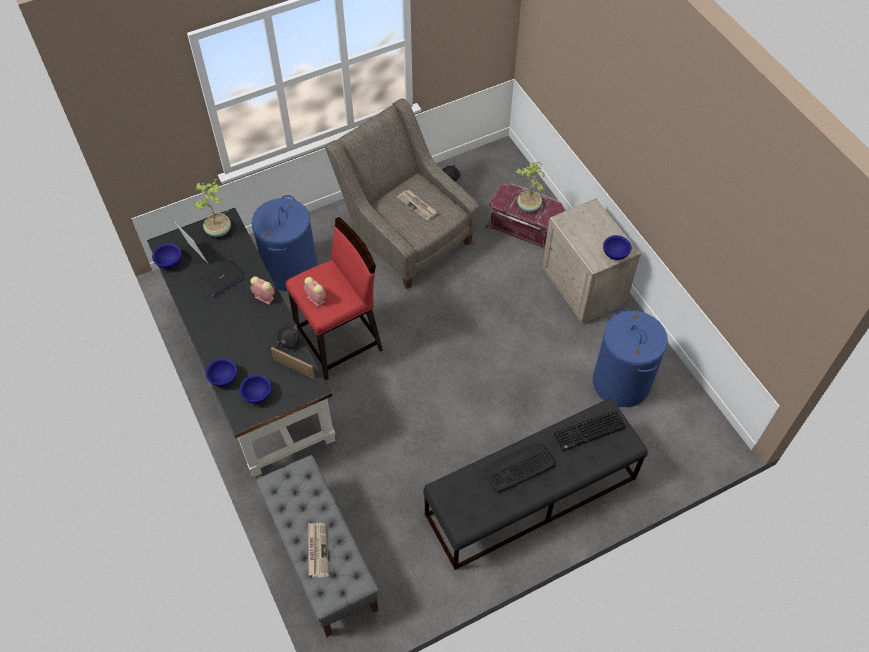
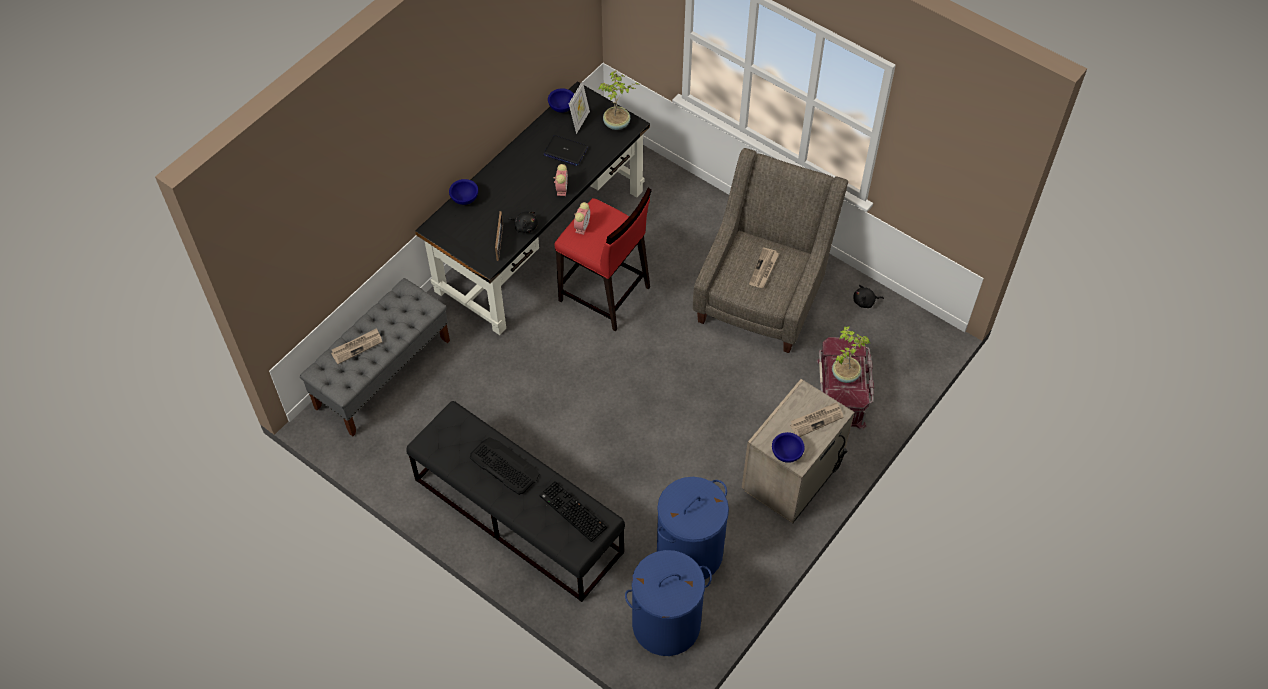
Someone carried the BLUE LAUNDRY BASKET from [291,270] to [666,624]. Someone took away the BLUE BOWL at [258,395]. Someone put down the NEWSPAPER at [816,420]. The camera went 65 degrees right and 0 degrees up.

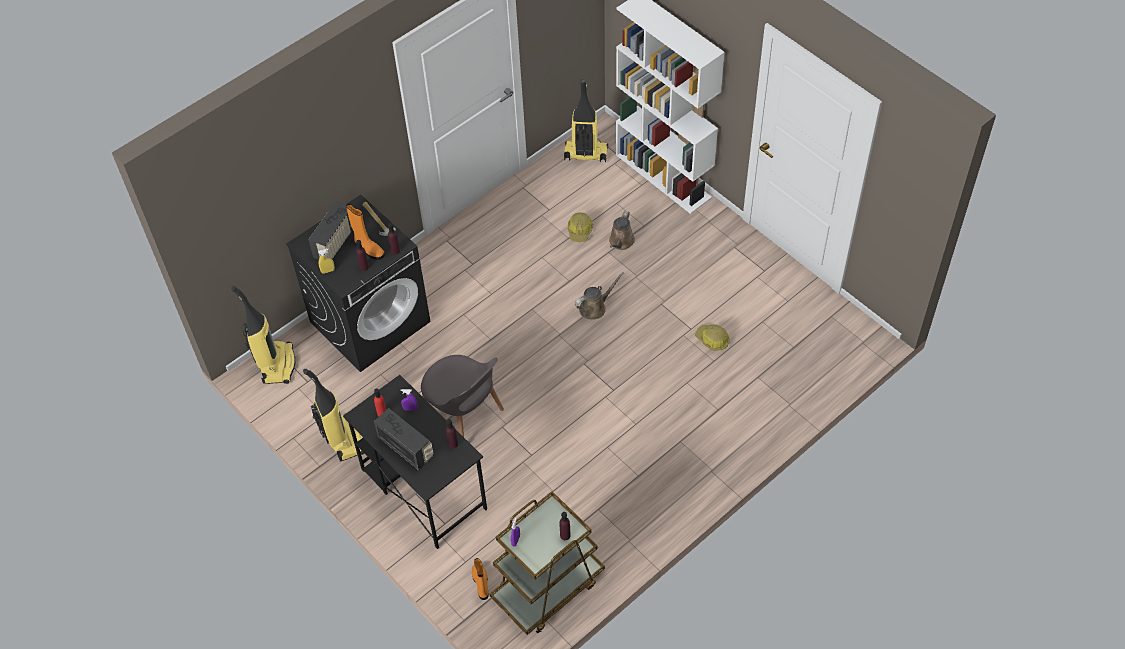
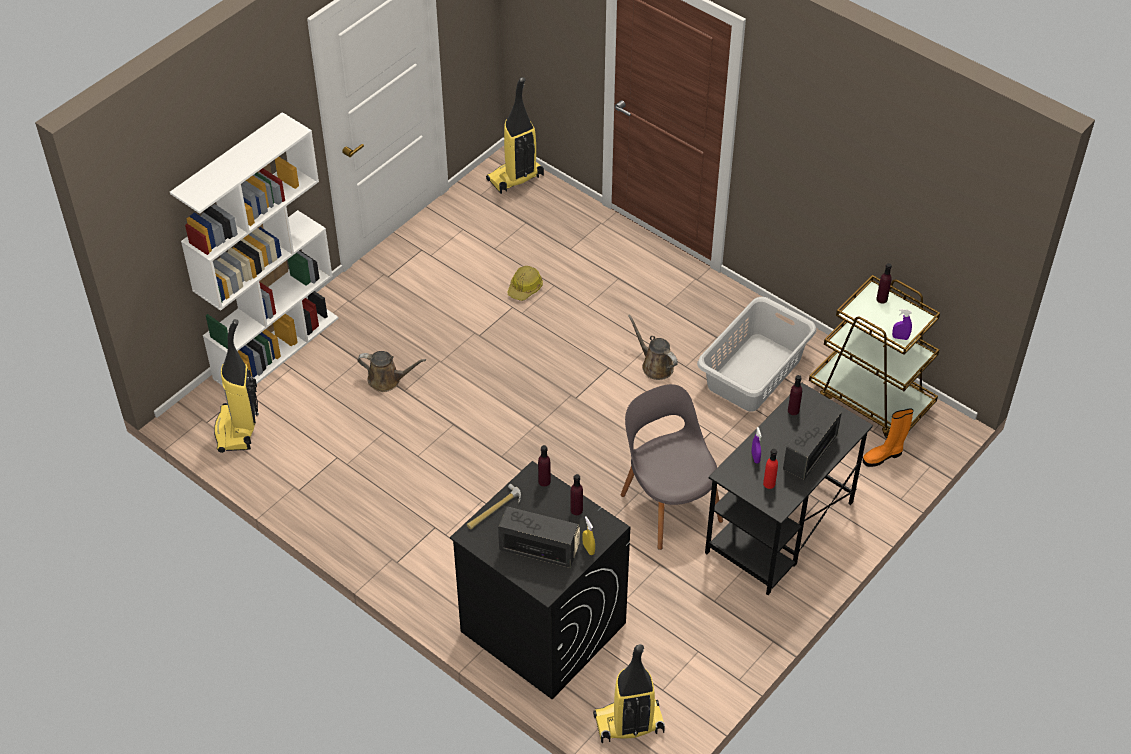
Someone took away the ORANGE BOOT at [368,249]. Someone took away the HARD HAT at [580,230]. Someone carried the BROWN WATERING CAN from [595,307] to [655,365]. Someone rotated the GREY CHAIR at [463,415] by 60 degrees counterclockwise. Someone carried the VACUUM CLEANER from [344,439] to [515,178]. Someone put down the GREY LAUNDRY BASKET at [753,372]. The camera went 100 degrees left and 5 degrees down.

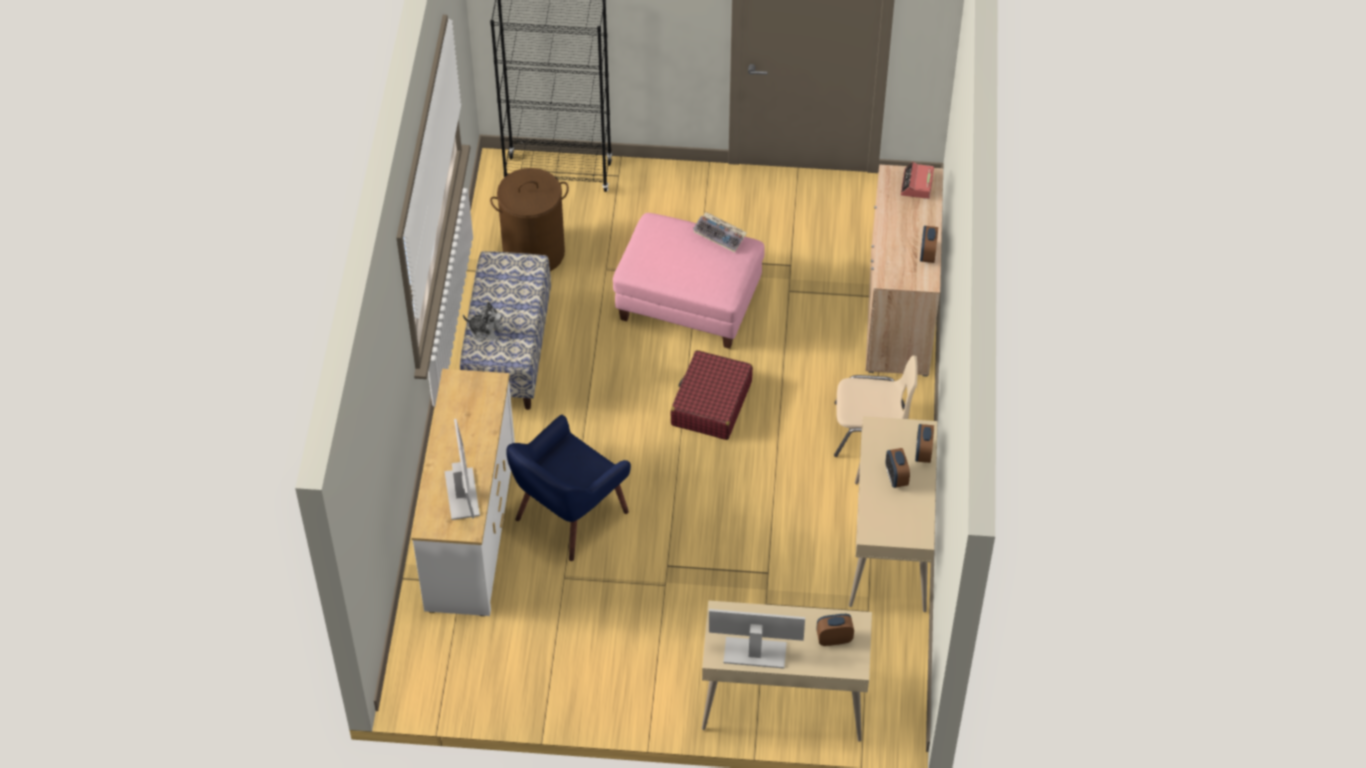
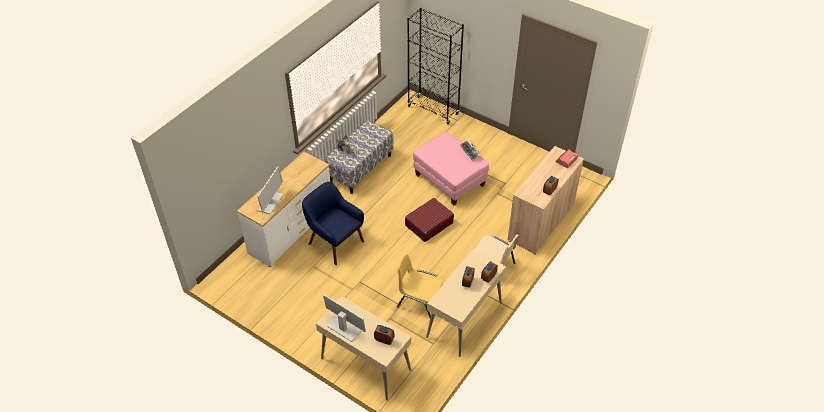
Someone took away the BROWN LAUNDRY BASKET at [534,252]. Someone rotated the BLUE ARMCHAIR at [569,515] by 60 degrees clockwise. Someone put down the YELLOW CHAIR at [420,299]. The camera went 30 degrees right and 5 degrees down.

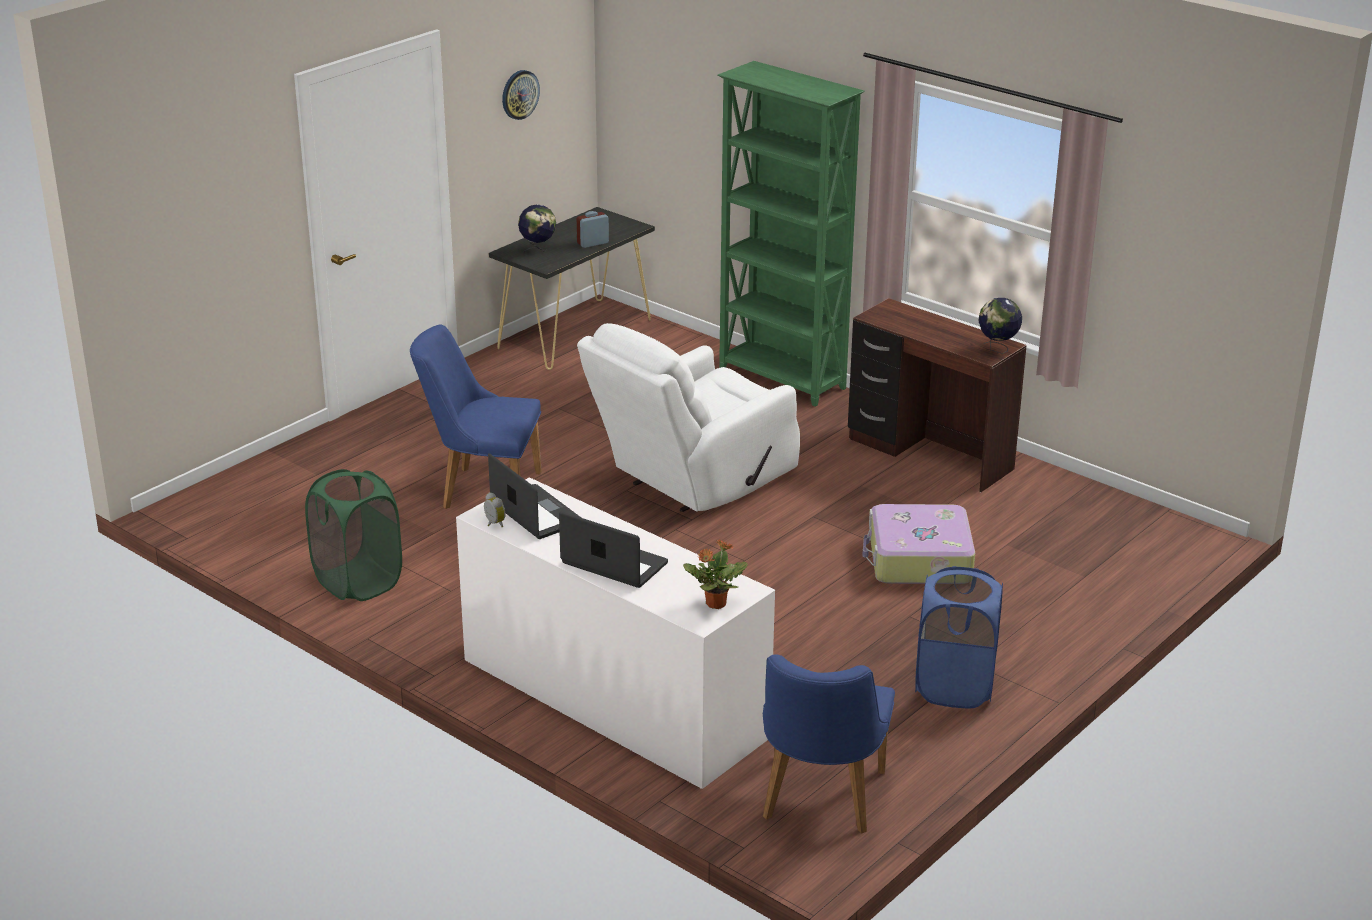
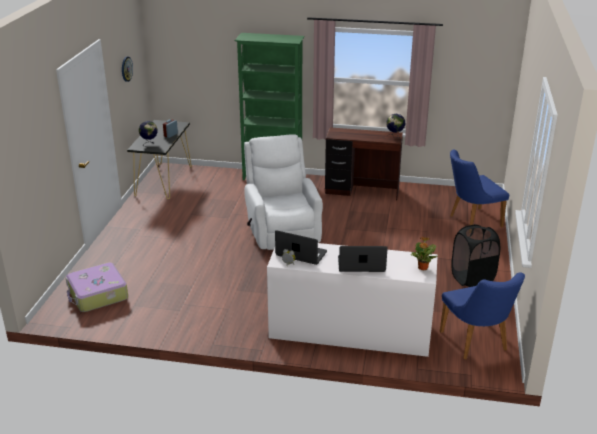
Someone rotated the WHITE ARMCHAIR at [692,481] by 150 degrees clockwise. Someone carried the BLUE CHAIR from [481,490] to [471,221]. Someone took away the GREEN LAUNDRY BASKET at [357,582]. Someone carried the SUITCASE from [918,560] to [97,295]. Someone repainted the BLUE LAUNDRY BASKET at [954,687], which became the BLACK LAUNDRY BASKET at [472,278]. The camera went 30 degrees left and 0 degrees up.

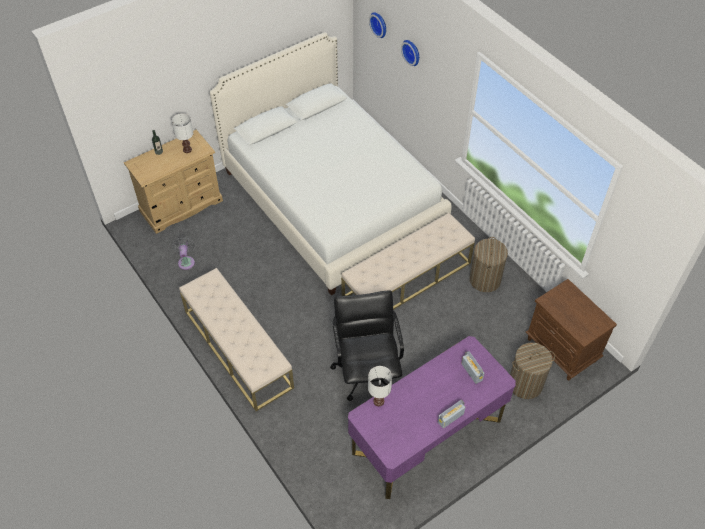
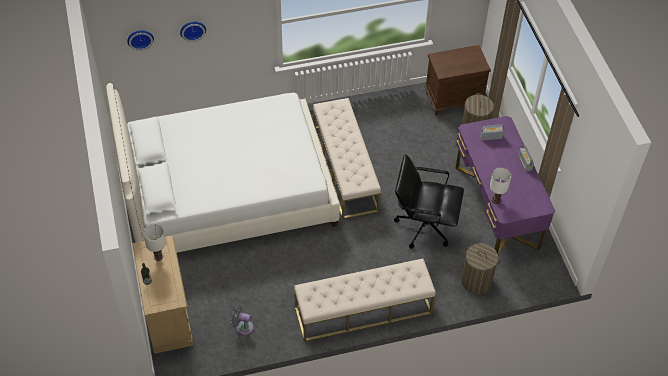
Someone carried the LAUNDRY BASKET from [485,280] to [476,281]. The camera went 70 degrees left and 0 degrees up.

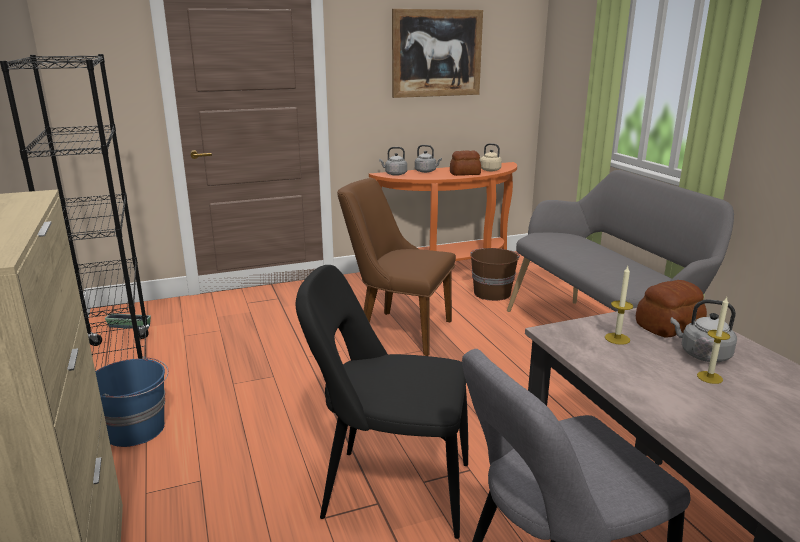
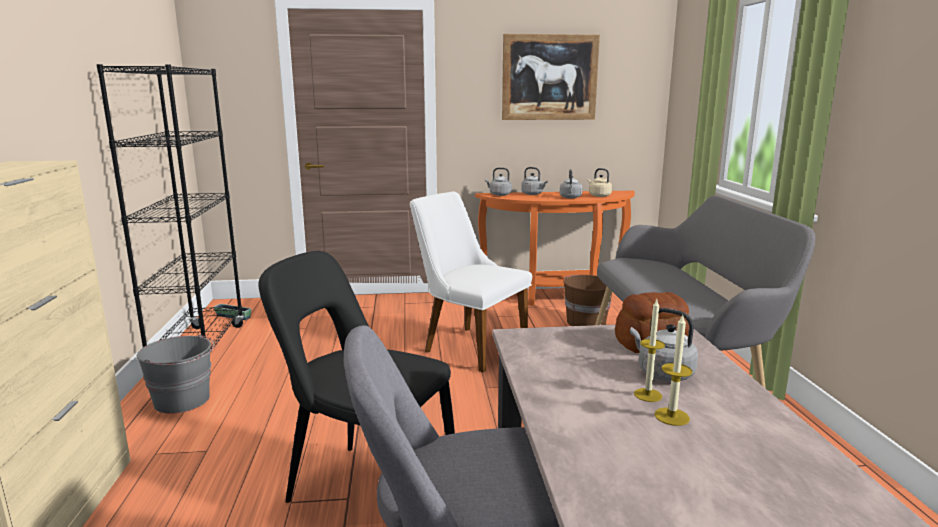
Someone swapped the BREAD at [465,174] for the GREY KETTLE at [570,197]. Someone repainted the BROWN CHAIR at [397,330], which became the WHITE CHAIR at [467,345]. Someone carried the CANDLE from [617,338] to [672,416]. Someone repainted the BLUE BUCKET at [136,429], which became the GREY BUCKET at [183,400]. The camera went 15 degrees right and 5 degrees down.

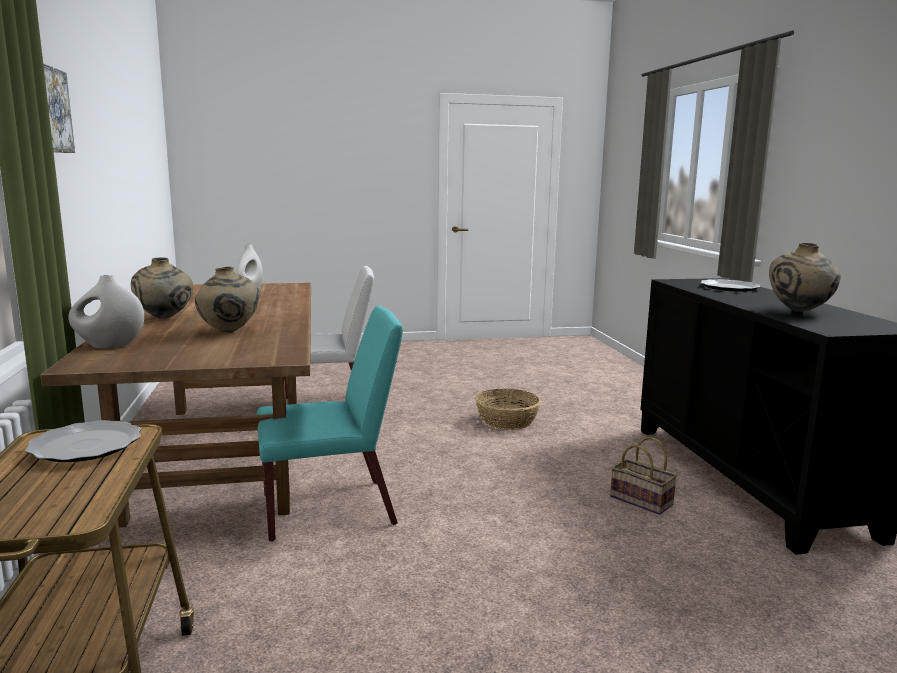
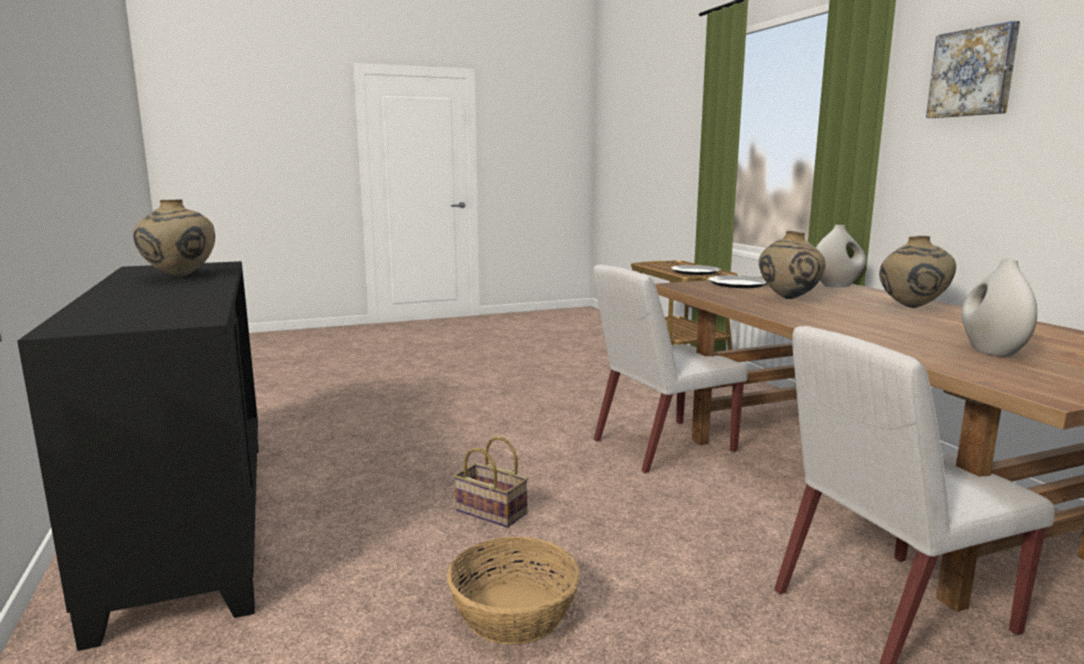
Someone carried the PLATE from [729,288] to [738,284]. Someone repainted the TURQUOISE CHAIR at [330,509], which became the WHITE CHAIR at [662,446]. Someone carried the BASKET from [643,501] to [489,512]. The camera went 170 degrees right and 0 degrees up.

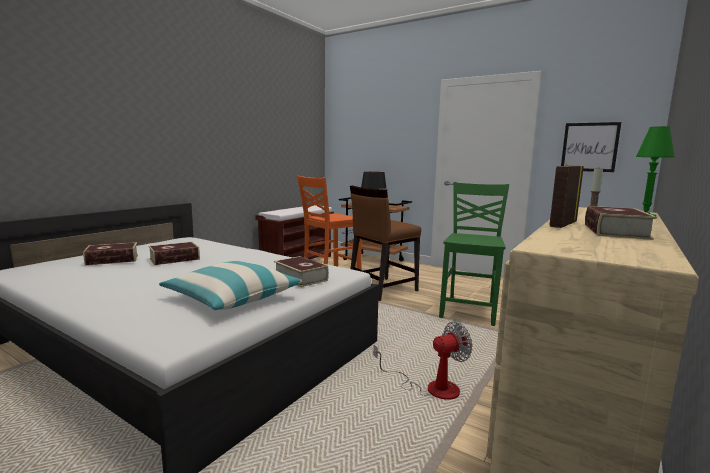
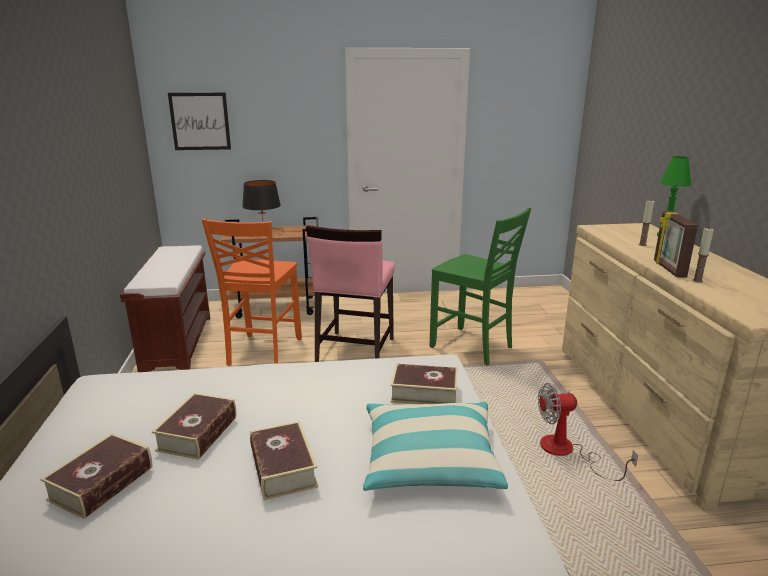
Someone carried the PICTURE from [589,147] to [200,121]. Someone rotated the GREEN CHAIR at [469,311] by 150 degrees clockwise. Someone repainted the BROWN CHAIR at [382,289], which became the PINK CHAIR at [354,350]. Someone carried the BOOK from [615,231] to [283,468]. Someone rotated the FAN at [431,387] by 120 degrees counterclockwise. Someone put down the CANDLE at [697,280]. The camera went 40 degrees left and 10 degrees up.

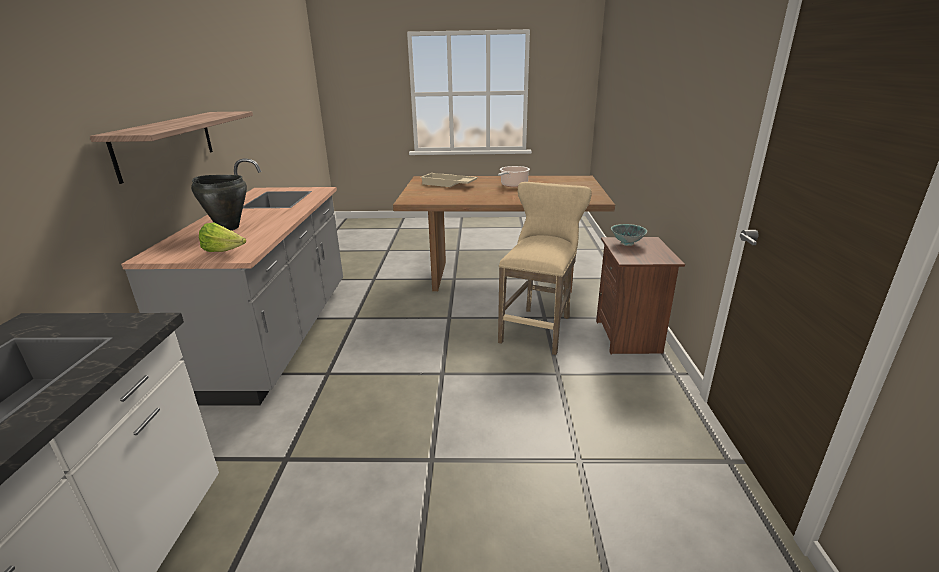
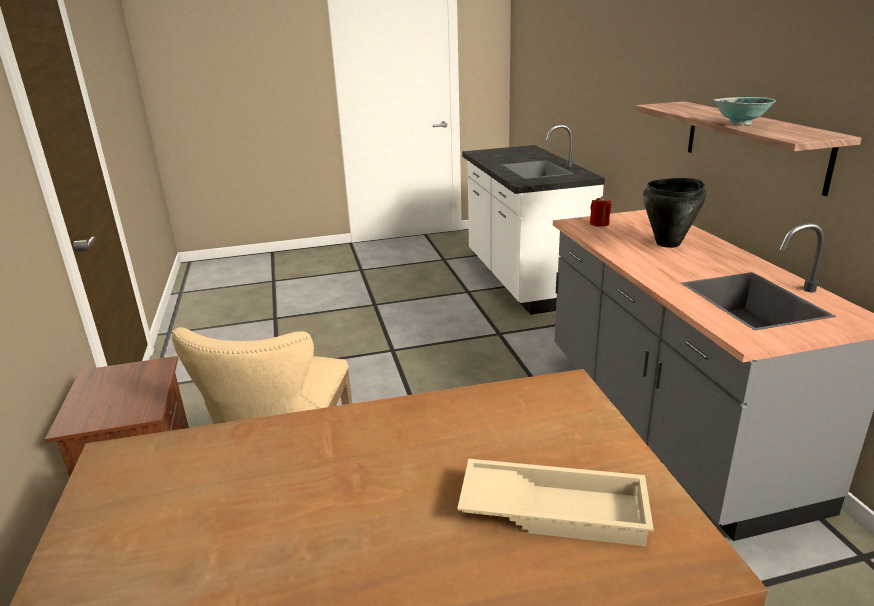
Someone took away the COOKING POT at [513,185]. Someone swapped the LETTUCE at [224,251] for the RED CANDLE at [599,224]. Someone carried the BOWL from [626,243] to [740,124]. The camera went 165 degrees right and 0 degrees up.

